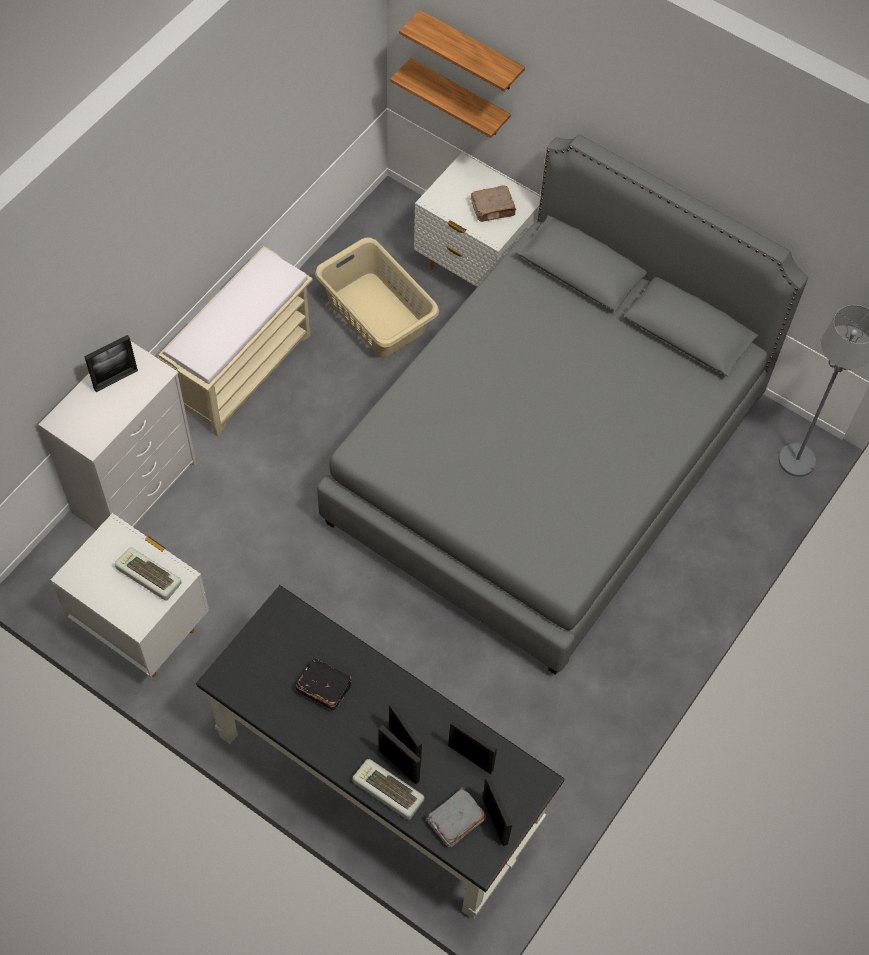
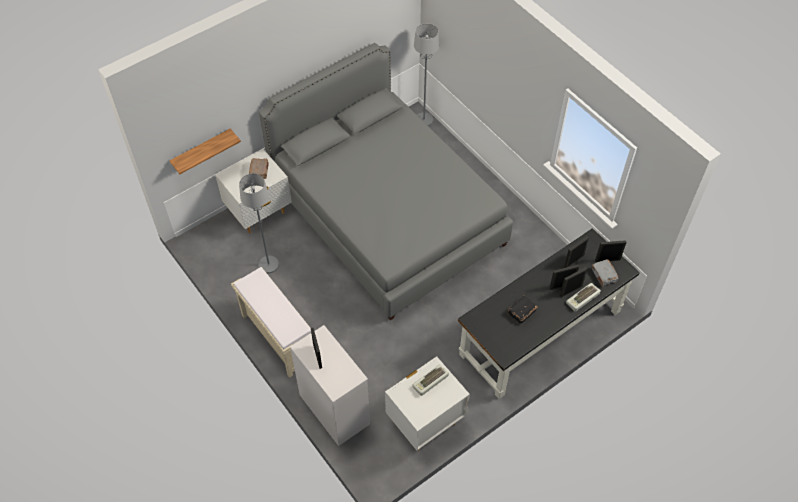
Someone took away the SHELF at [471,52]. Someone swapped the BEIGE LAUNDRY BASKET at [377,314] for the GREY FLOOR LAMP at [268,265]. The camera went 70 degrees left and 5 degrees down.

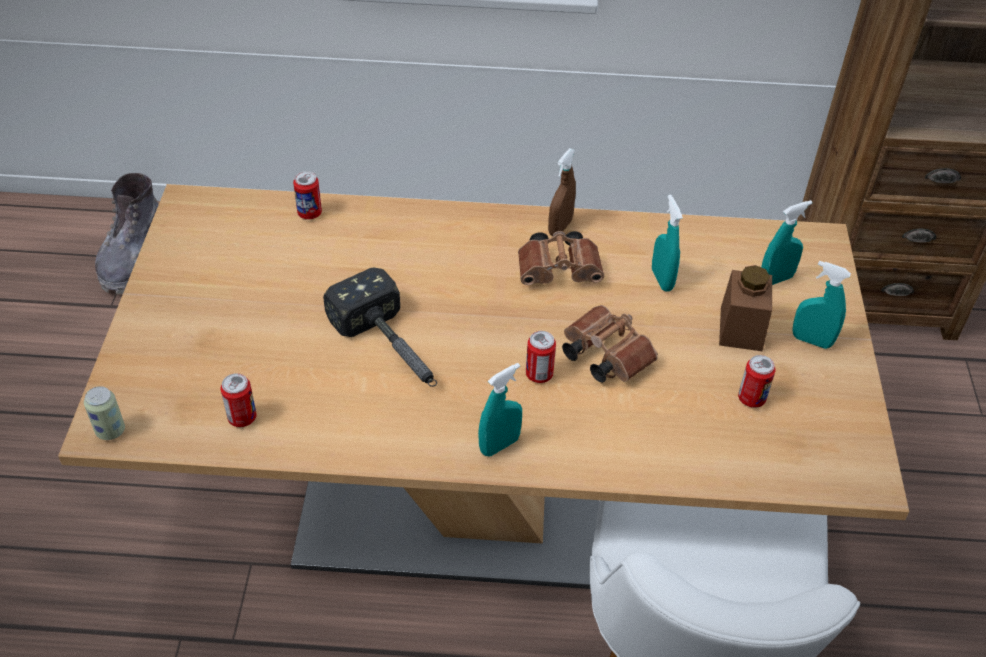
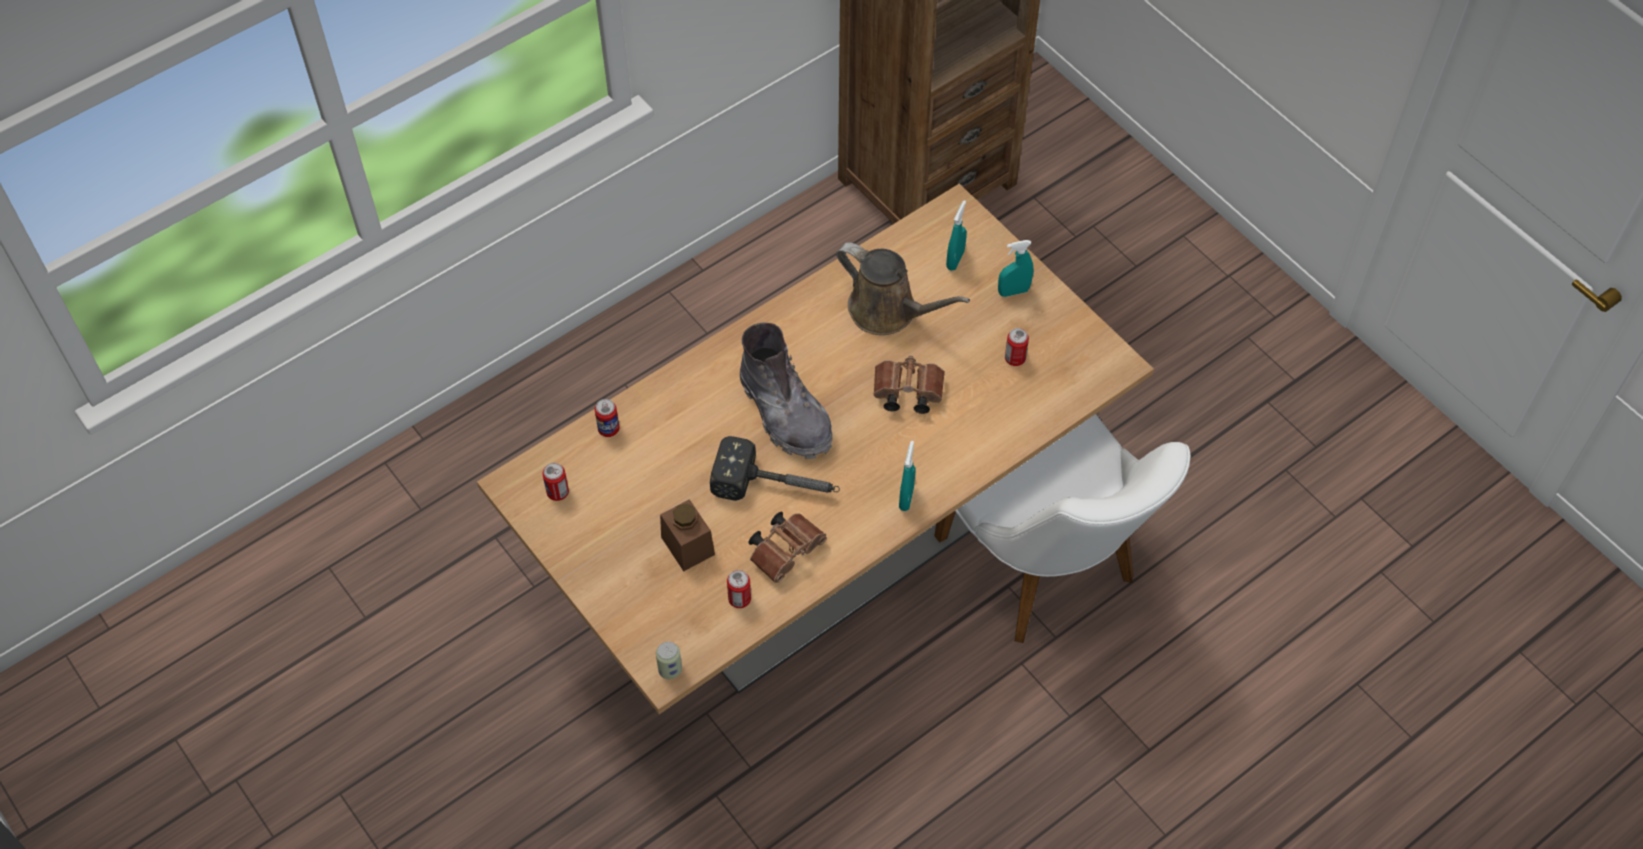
Someone took away the BROWN SPRAY BOTTLE at [560,227]. Someone carried the GREY BOOT from [133,258] to [785,413]. Someone swapped the TURQUOISE SPRAY BOTTLE at [662,280] for the BROWN WATERING CAN at [888,311]. Someone carried the BROWN BINOCULARS from [561,271] to [787,550]. Someone carried the BROWN JAR from [741,328] to [688,546]. Someone carried the CAN from [539,374] to [558,492]. The camera went 40 degrees left and 10 degrees up.

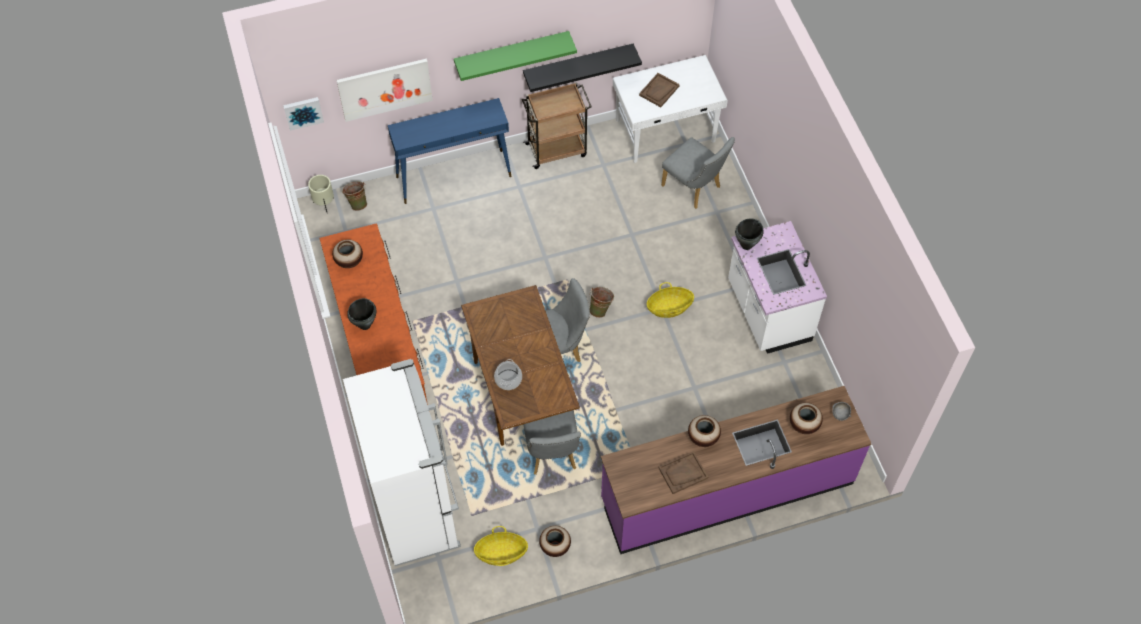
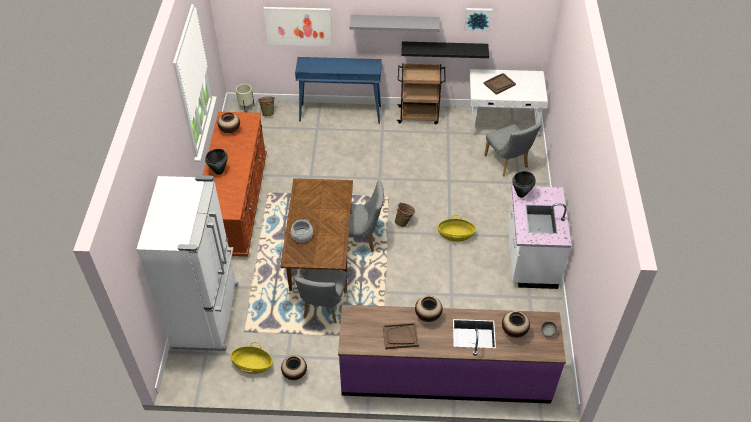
Someone repainted the GREEN SHELF at [512,52], which became the GREY SHELF at [394,23]. Someone carried the PICTURE from [303,112] to [478,19]. The camera went 20 degrees right and 10 degrees down.

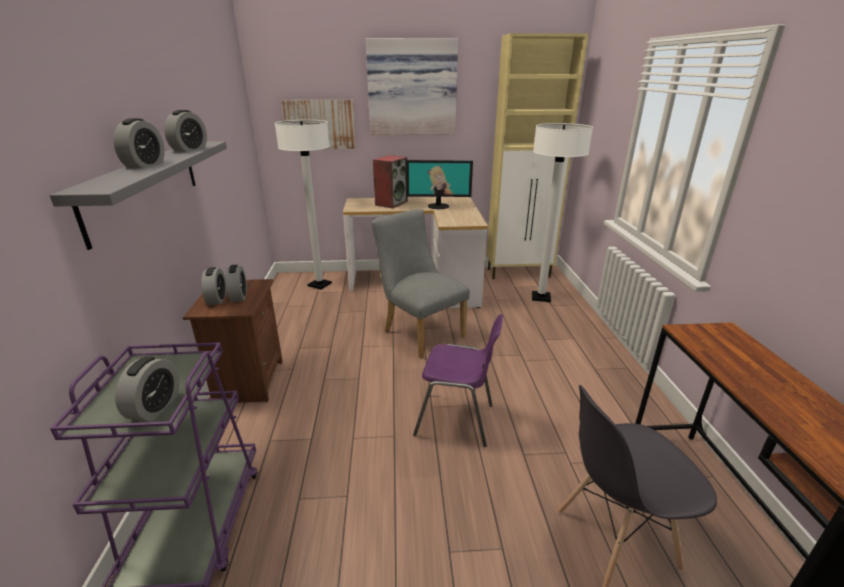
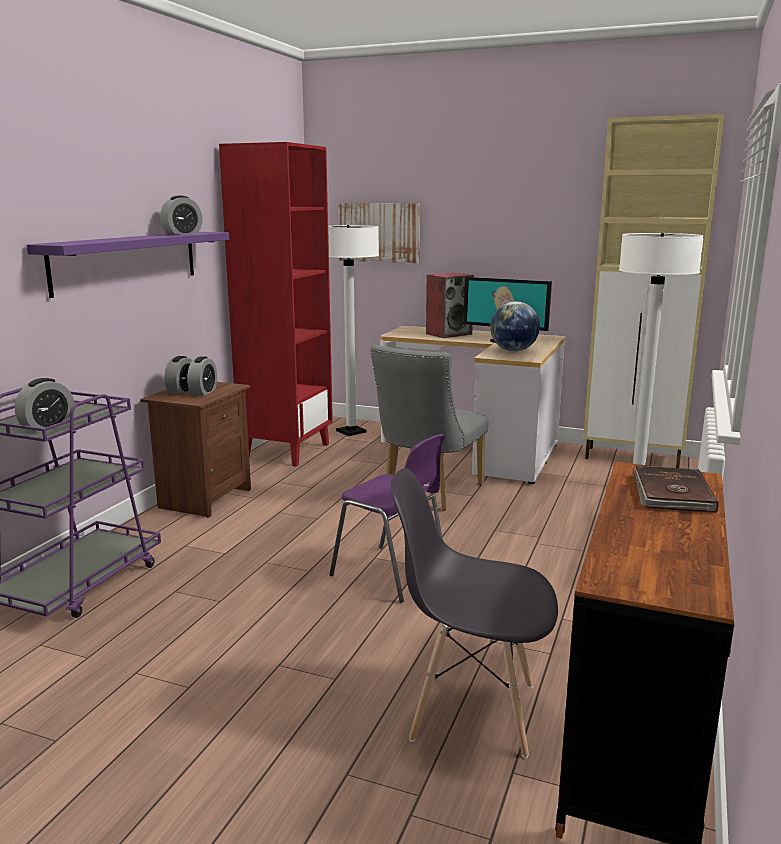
Someone took away the PICTURE at [412,88]. Someone took away the ALARM CLOCK at [145,164]. Someone repainted the GREY SHELF at [145,186], which became the PURPLE SHELF at [127,261]. Someone rotated the GREY CHAIR at [419,332] by 135 degrees counterclockwise. Someone put down the RED BOOKCASE at [286,451]. Someone put down the GLOBE at [513,350]. Someone put down the BROWN BOOK at [671,493]. The camera went 25 degrees right and 10 degrees down.

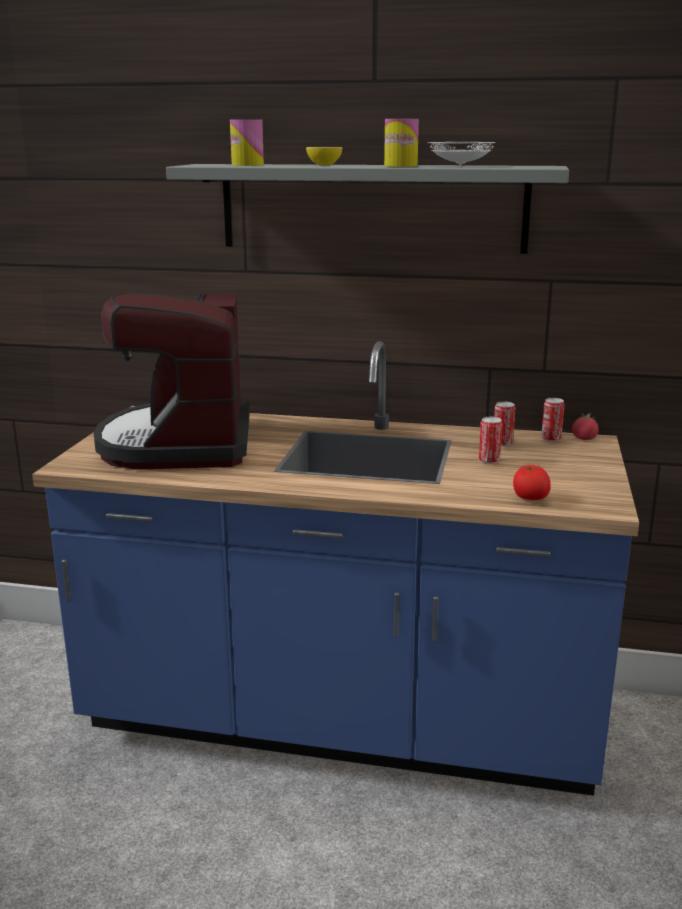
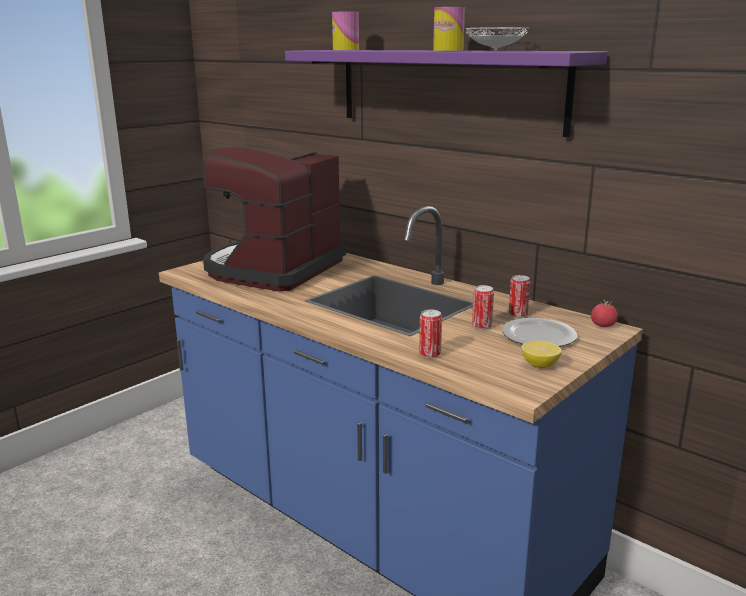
Someone carried the LEMON from [324,165] to [539,365]. Someone repainted the GREY SHELF at [372,208], which became the PURPLE SHELF at [446,88]. Someone carried the CAN from [551,439] to [430,354]. Someone took away the TOMATO at [530,498]. Someone put down the PLATE at [539,337]. The camera went 30 degrees right and 0 degrees up.

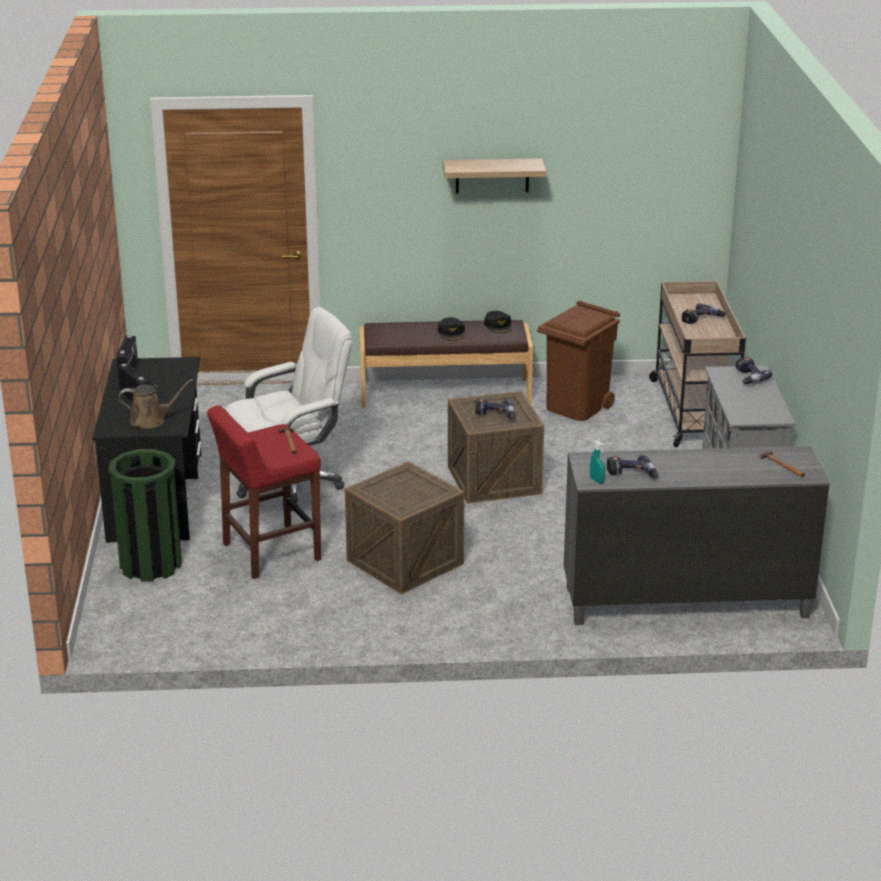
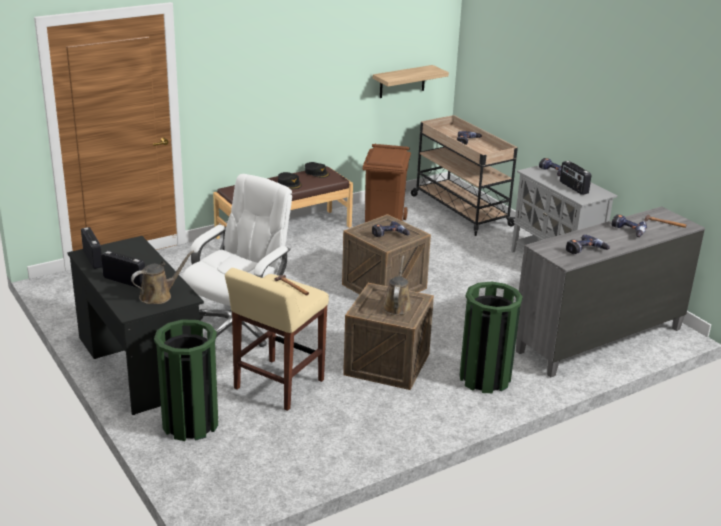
Someone carried the SHELF from [492,175] to [402,81]. Someone repainted the RED STOOL at [269,552], which became the BEIGE STOOL at [278,385]. Someone took away the TURQUOISE SPRAY BOTTLE at [596,480]. Someone put down the RADIO at [573,188]. Someone put down the POWER DRILL at [627,231]. Someone put down the BROWN WATERING CAN at [397,306]. Someone put down the GREEN TRASH CAN at [485,378]. The camera went 30 degrees left and 0 degrees up.

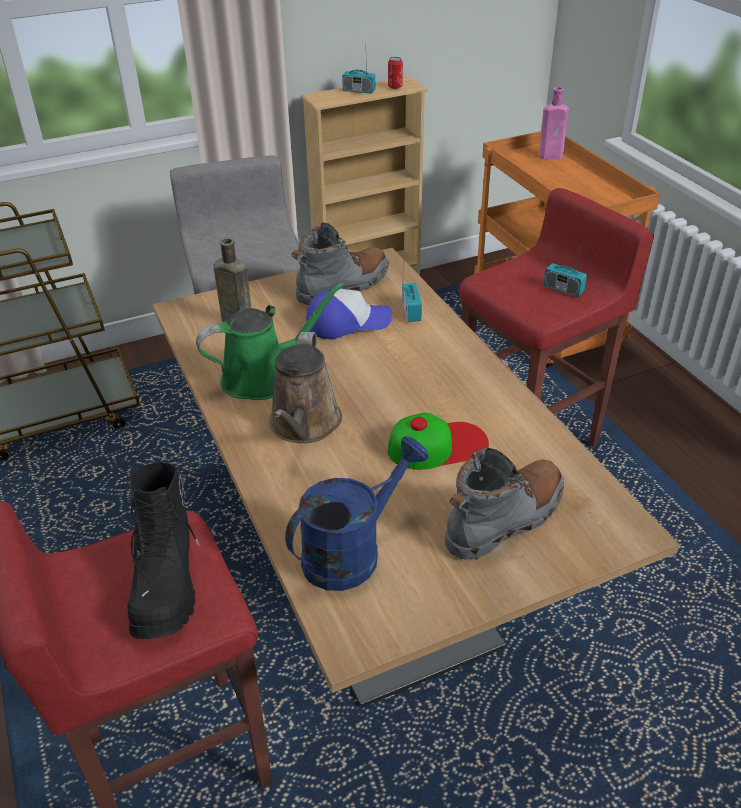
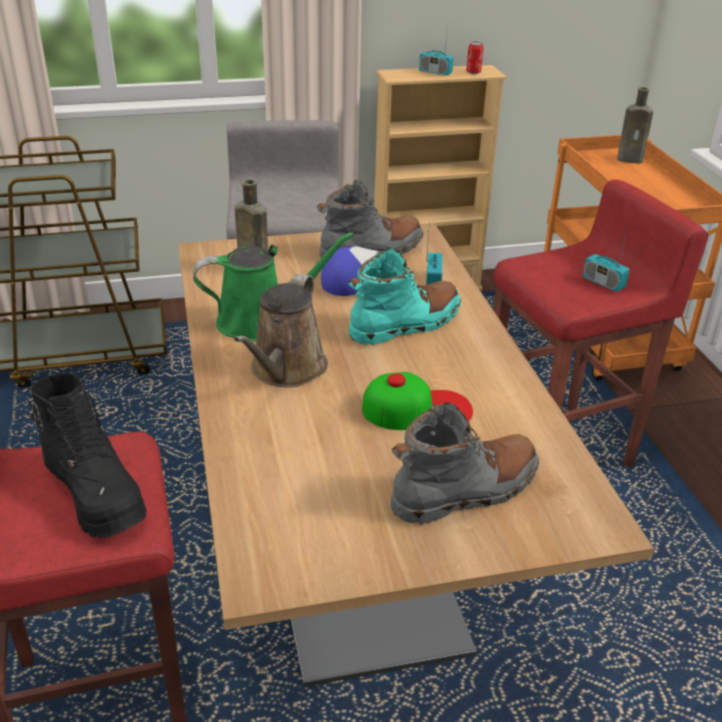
Someone repainted the PINK BOTTLE at [552,156], which became the BROWN BOTTLE at [631,160]. Someone took away the BLUE WATERING CAN at [352,551]. Someone rotated the BLACK BOOT at [167,582] by 45 degrees counterclockwise. Someone put down the TURQUOISE BOOT at [405,324]. The camera went 10 degrees right and 5 degrees down.

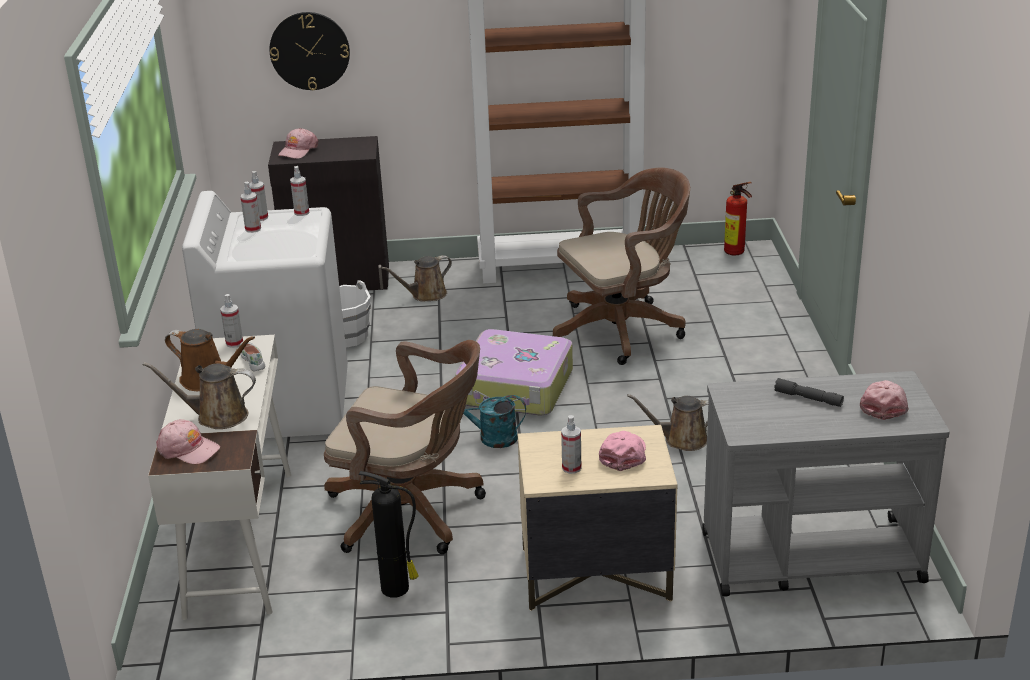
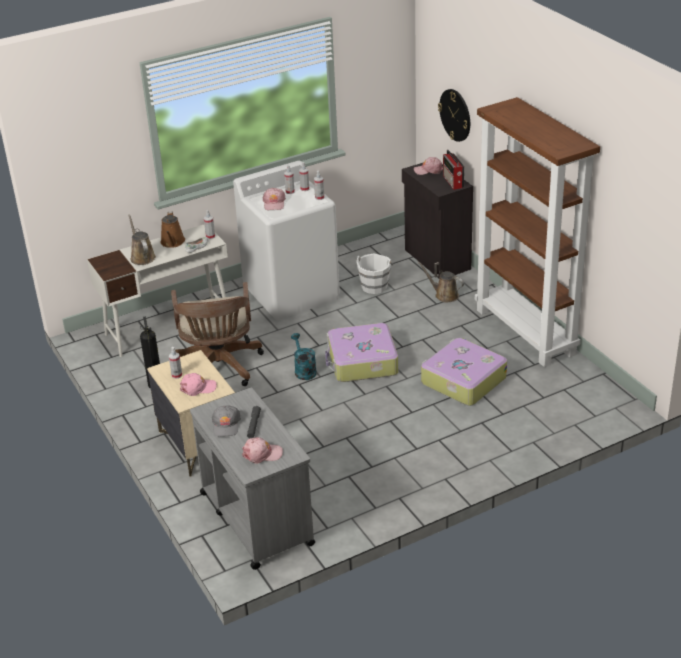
Someone swapped the BROWN OFFICE CHAIR at [623,329] for the SUITCASE at [462,380]. Someone took away the FIRE EXTINGUISHER at [736,253]. Someone took away the BROWN WATERING CAN at [681,439]. Someone carried the PINK CAP from [188,449] to [274,203]. Someone put down the RADIO at [453,182]. Someone put down the GREY CAP at [226,425]. The camera went 65 degrees right and 5 degrees up.

